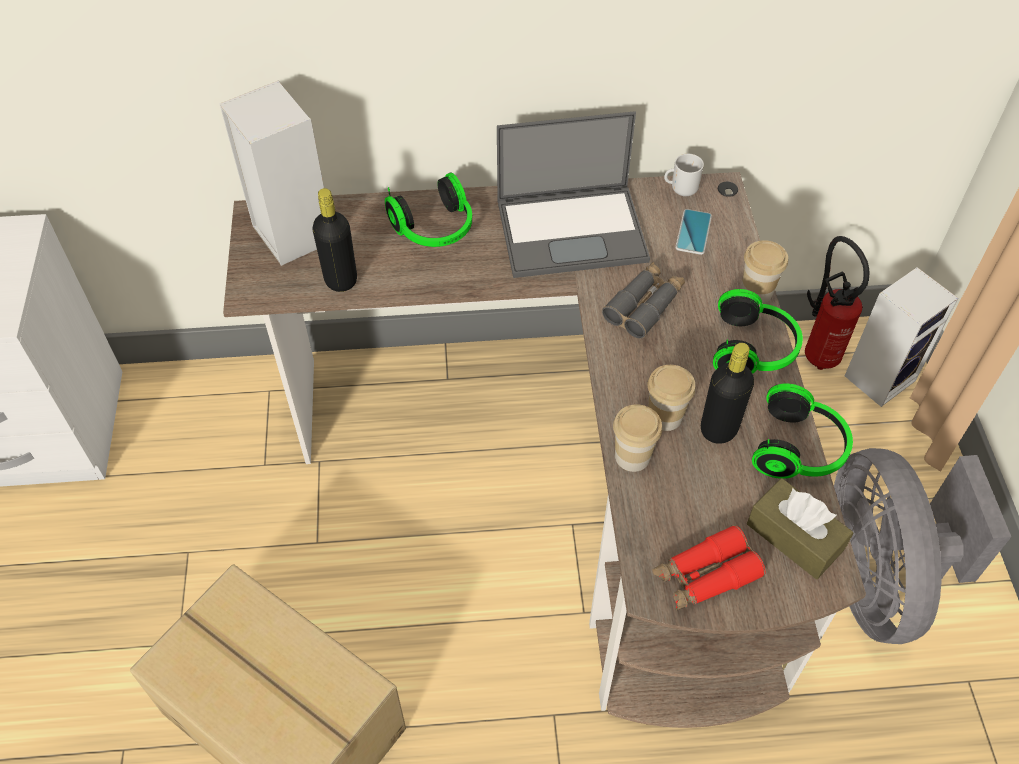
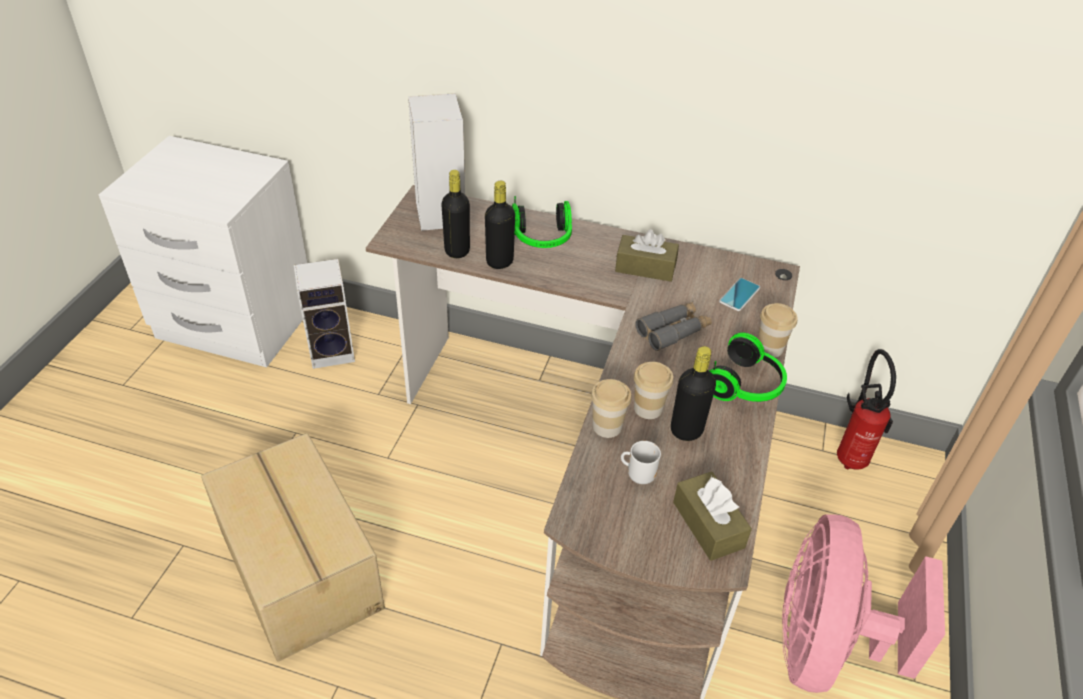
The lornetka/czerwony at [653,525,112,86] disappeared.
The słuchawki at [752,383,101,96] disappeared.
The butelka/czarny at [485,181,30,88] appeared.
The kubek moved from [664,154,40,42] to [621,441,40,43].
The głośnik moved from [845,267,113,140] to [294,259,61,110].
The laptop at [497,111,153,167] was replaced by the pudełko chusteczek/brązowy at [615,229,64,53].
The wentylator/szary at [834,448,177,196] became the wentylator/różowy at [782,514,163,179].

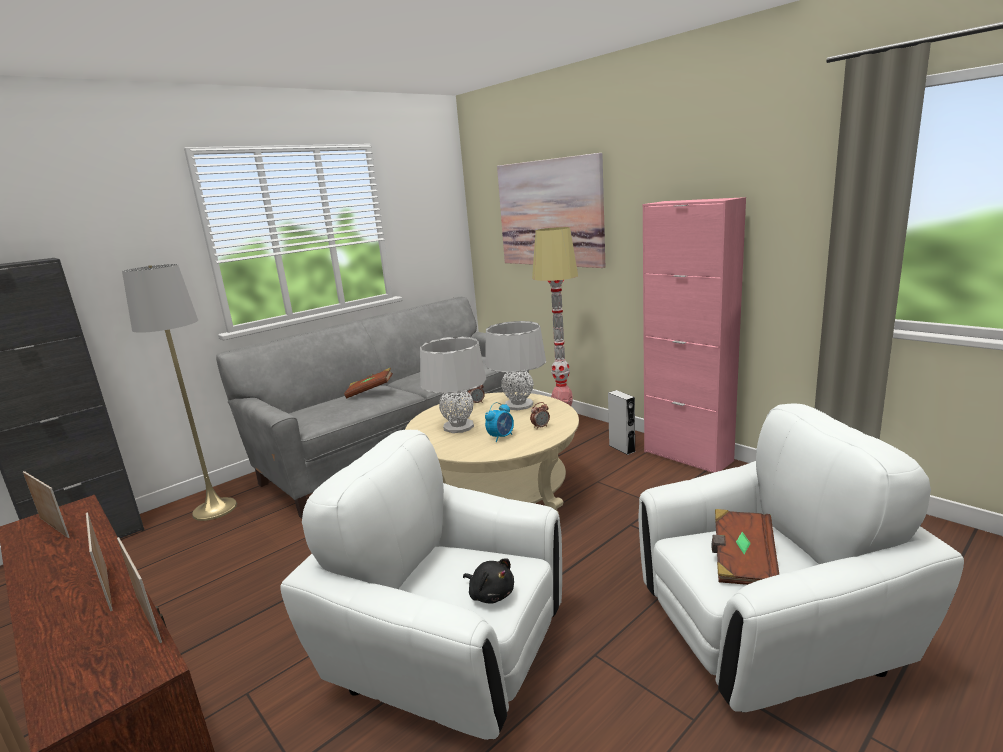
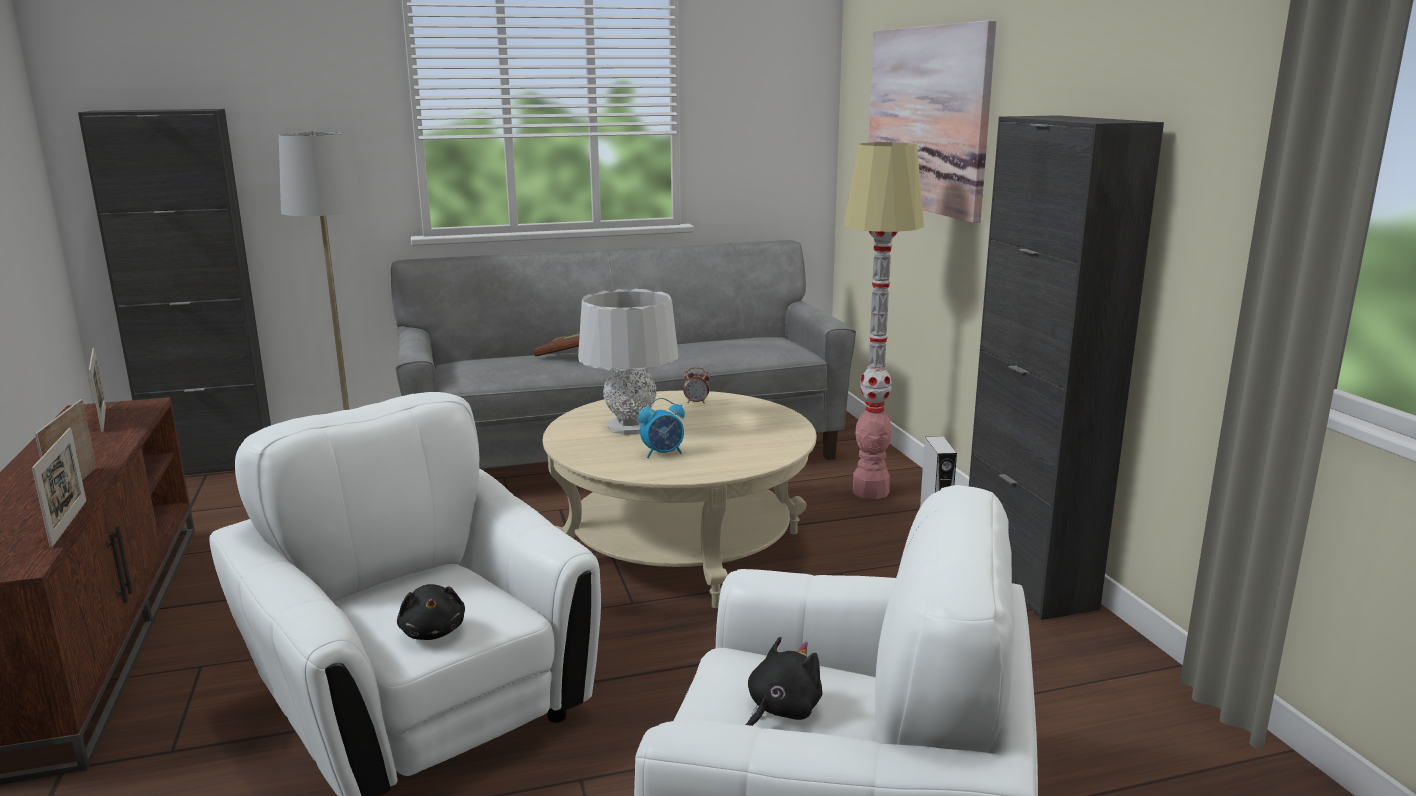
The lampa stołowa/szary at [485,321,61,90] disappeared.
The budzik at [530,402,20,27] disappeared.
The książka/brązowy at [711,509,68,76] was replaced by the pluszak/czarny at [746,637,77,89].
The szafka/różowy at [643,197,103,276] became the szafka/czarny at [969,115,195,505].

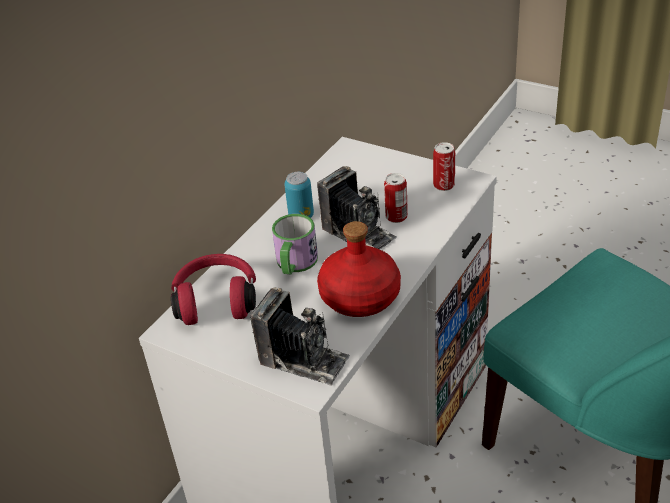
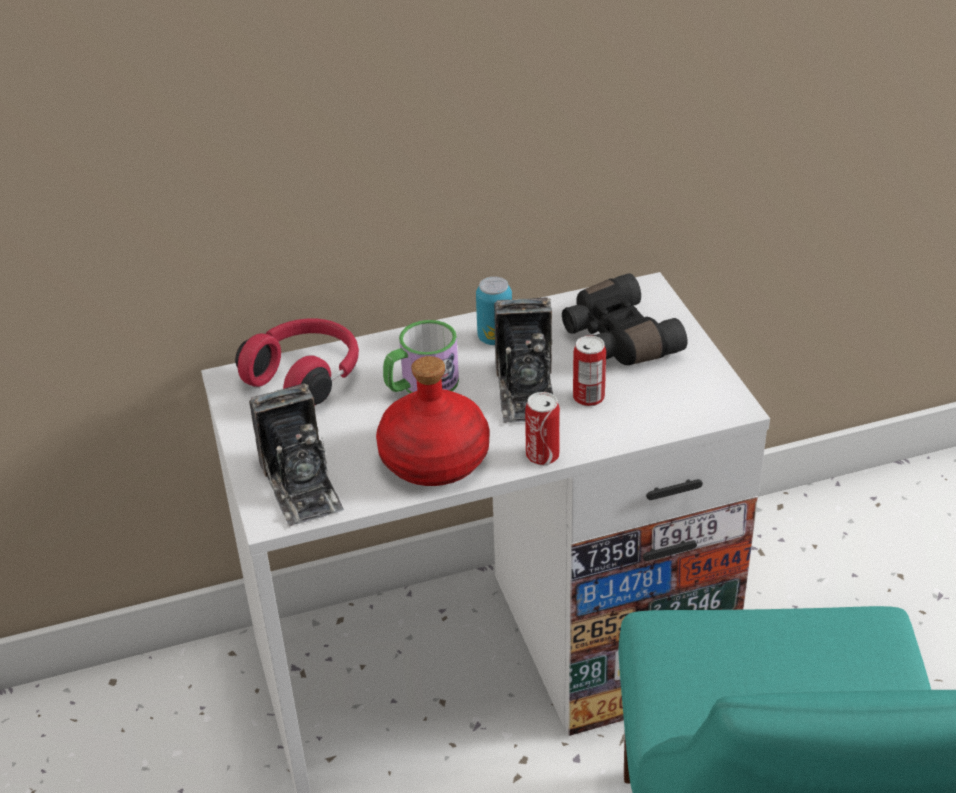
The lornetka/czarny at [562,273,125,92] appeared.
The puszka moved from [433,142,22,49] to [525,392,35,74].

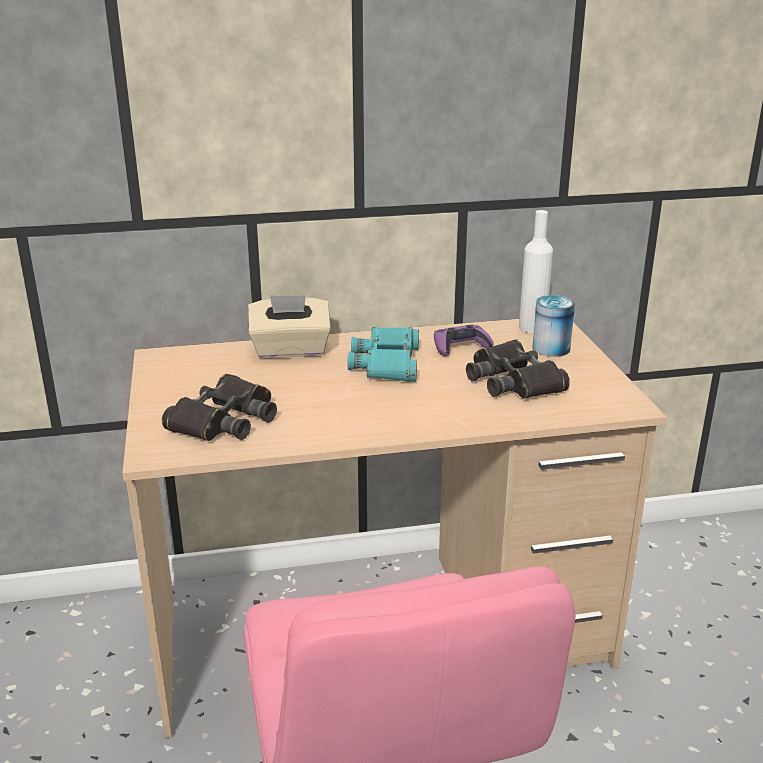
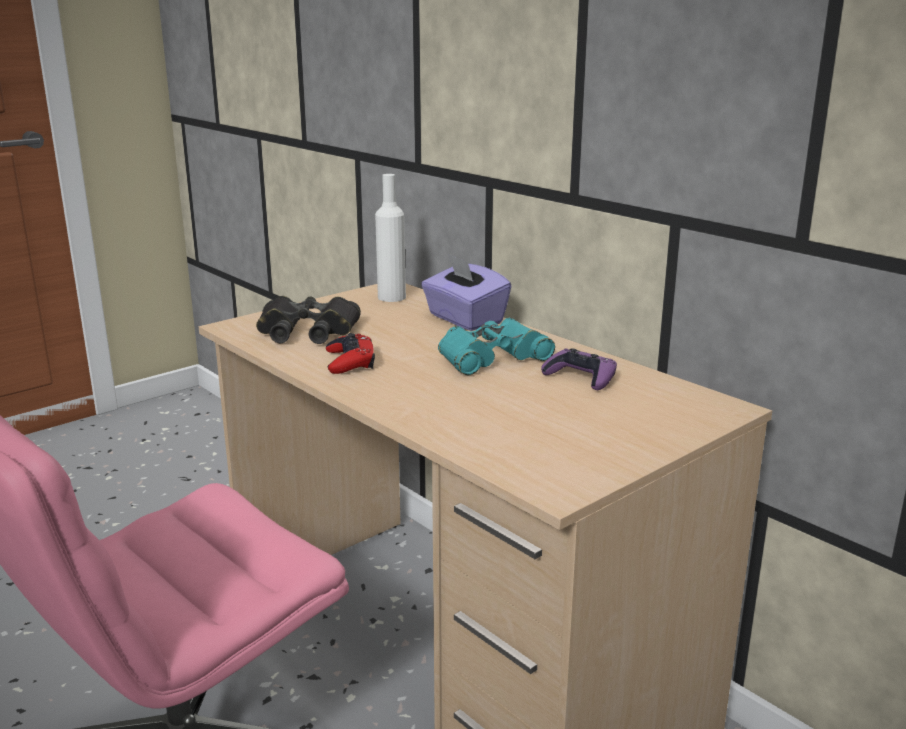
The lornetka/czarny at [466,339,104,60] disappeared.
The puszka at [532,295,43,62] disappeared.
The pad do gier/czerwony at [326,333,49,41] appeared.
The butelka/biały moved from [519,210,34,123] to [375,174,31,128].
The pudełko chusteczek/beżowy at [248,295,83,63] became the pudełko chusteczek/fioletowy at [421,254,90,77].

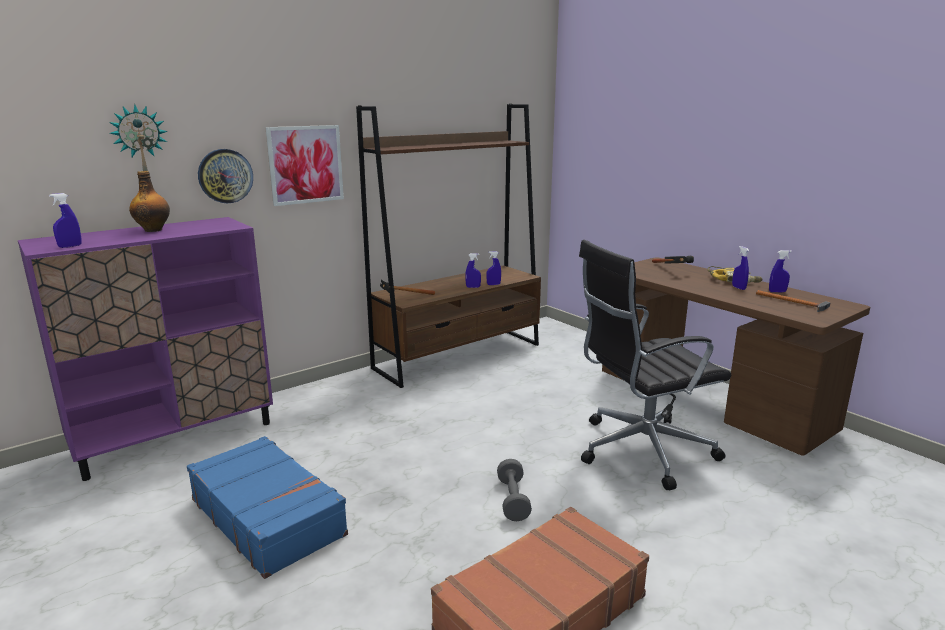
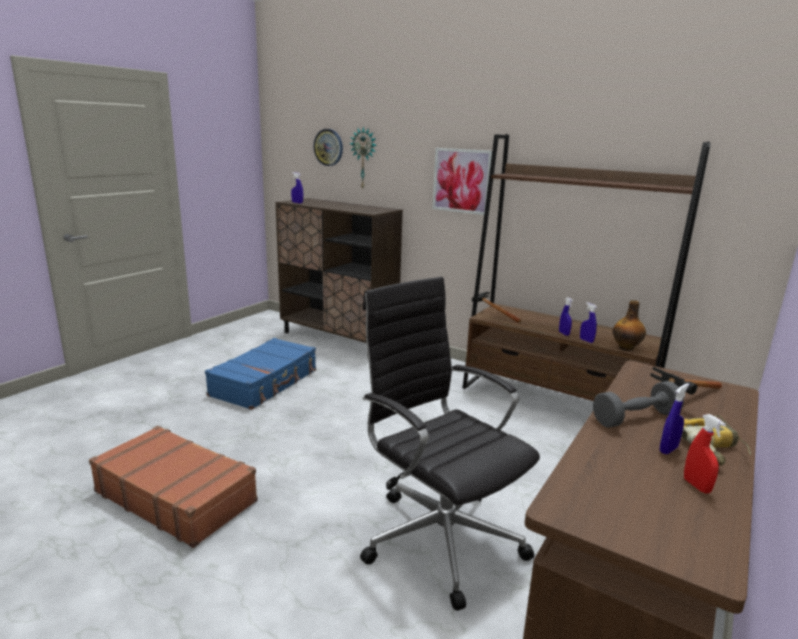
The młotek at [756,290,74,22] disappeared.
The butelka moved from [129,171,41,61] to [613,300,33,51].
The zegar ścienny moved from [198,149,55,54] to [314,129,29,37].
The hantel/szary moved from [497,459,35,62] to [593,381,91,47].
The szafka/fioletowy at [18,217,255,264] became the szafka/brązowy at [276,198,127,145].
The spryskiwacz/niebieski at [769,250,23,42] became the spryskiwacz/czerwony at [684,414,42,79].

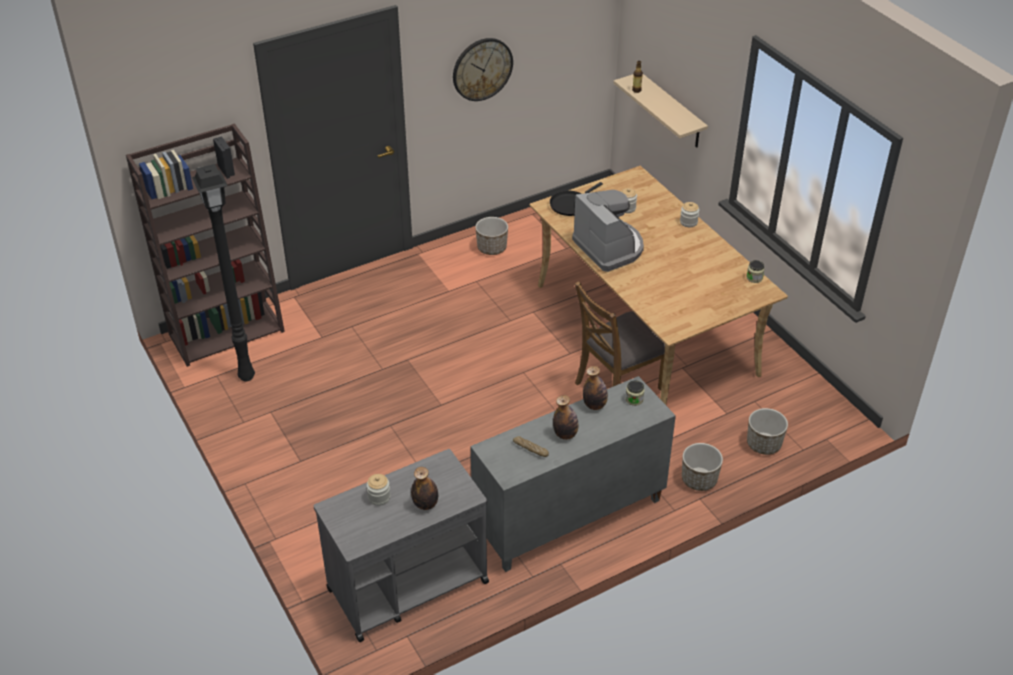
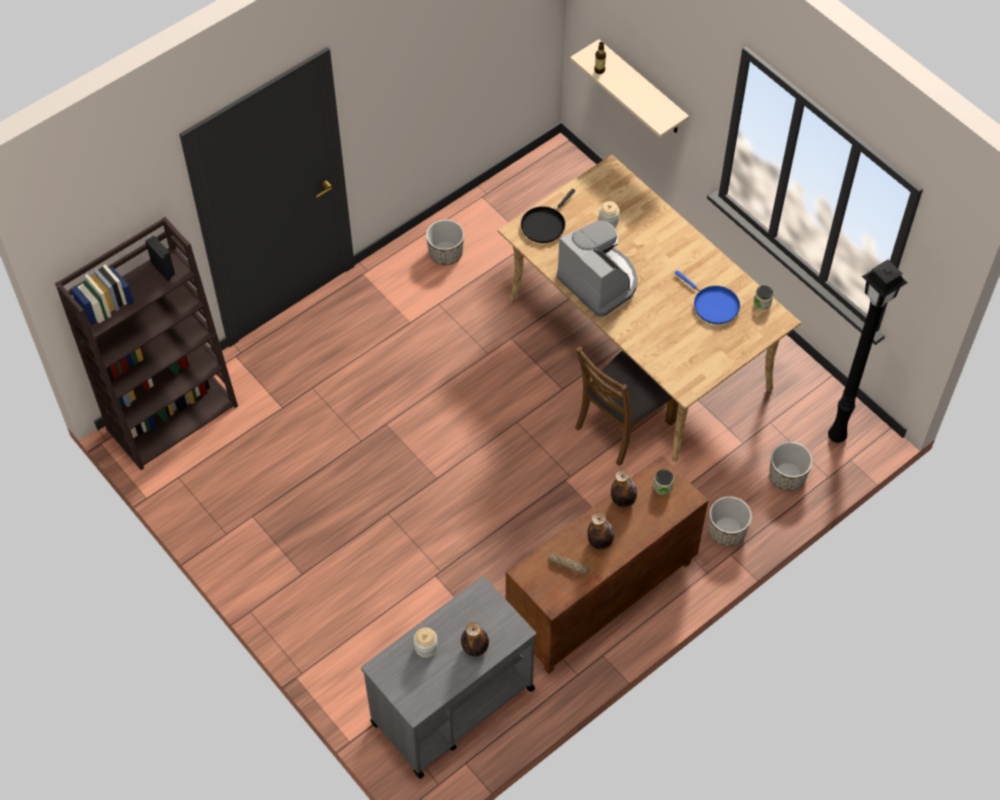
The zegar ścienny at [453,38,60,63] disappeared.
The słoik at [680,202,19,25] disappeared.
The patelnia/niebieski at [675,270,65,54] appeared.
The lampa stojąca/czarny moved from [192,164,63,217] to [828,259,79,184].
The szafka/szary at [470,376,206,196] became the szafka/brązowy at [506,455,202,219].

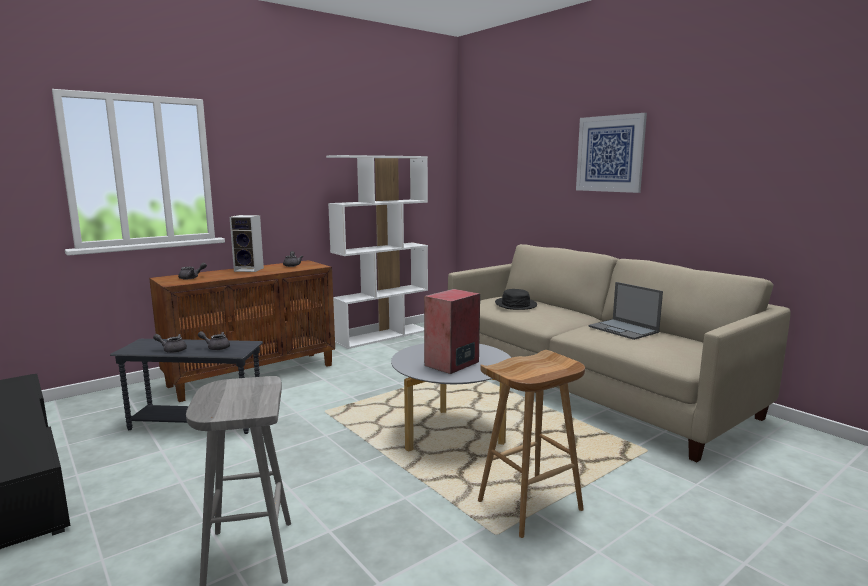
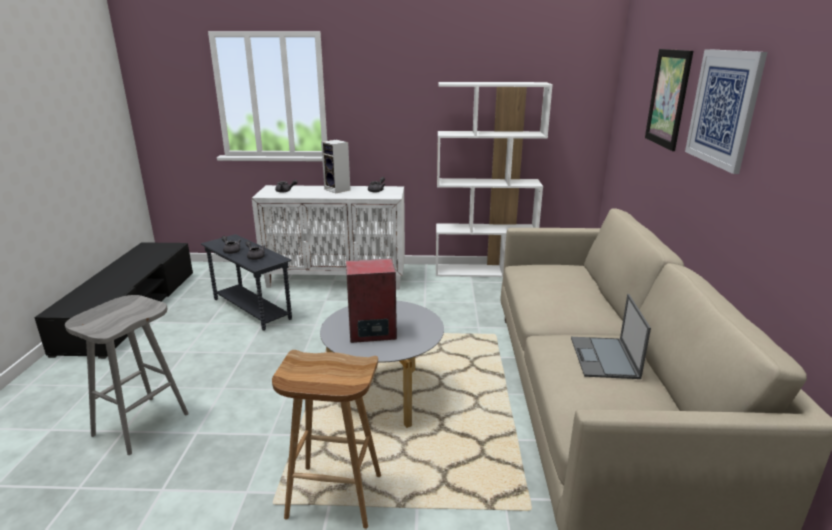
The kapelusz/czarny at [495,289,42,21] disappeared.
The obraz at [645,49,48,102] appeared.
The szafka/brązowy at [149,260,186,142] became the szafka/biały at [252,185,153,104].

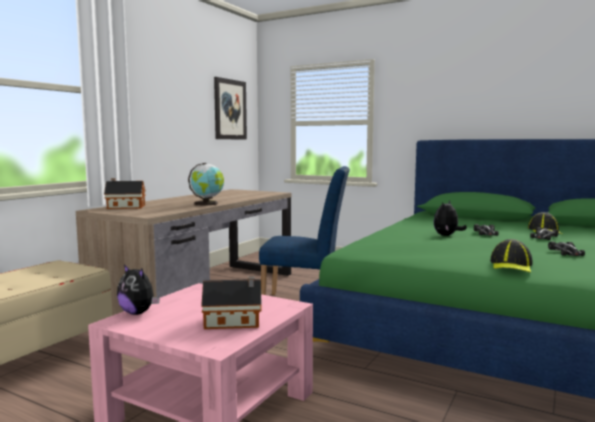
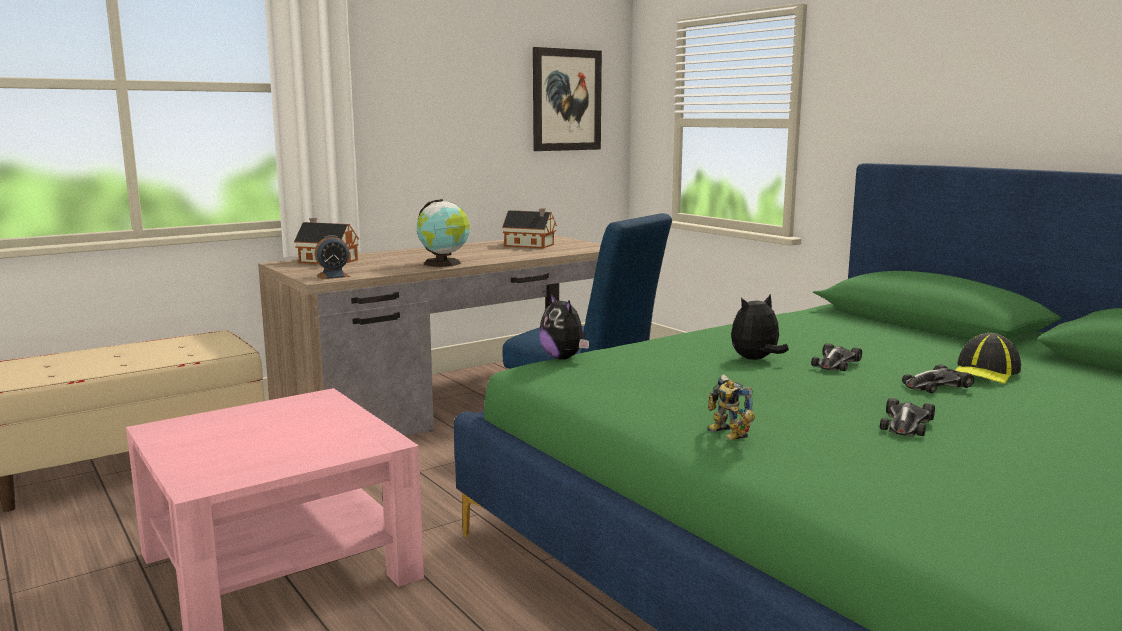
The budzik at [315,235,35,44] appeared.
The pluszak moved from [117,264,43,51] to [539,293,50,67].
The domek moved from [201,276,61,53] to [502,208,55,40].
The czapka z daszkiem at [490,239,43,34] was replaced by the robot zabawkowy at [707,374,48,66].

